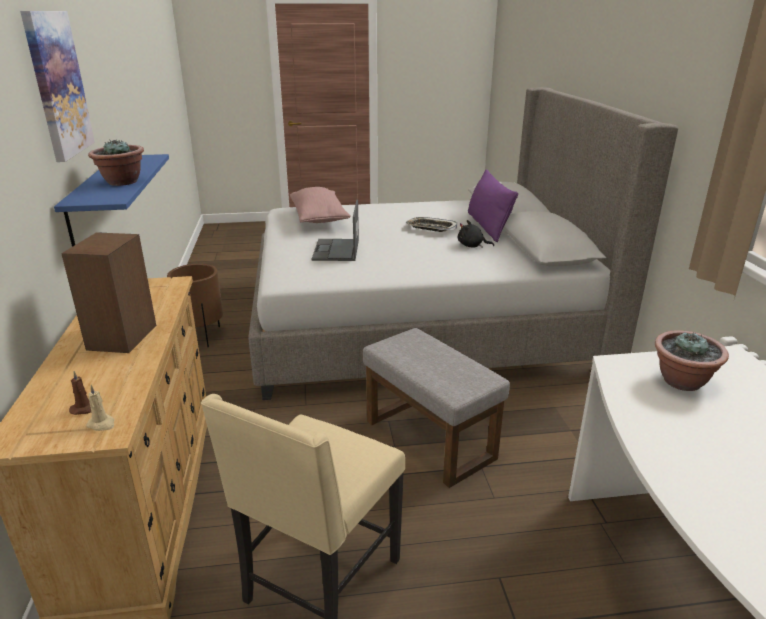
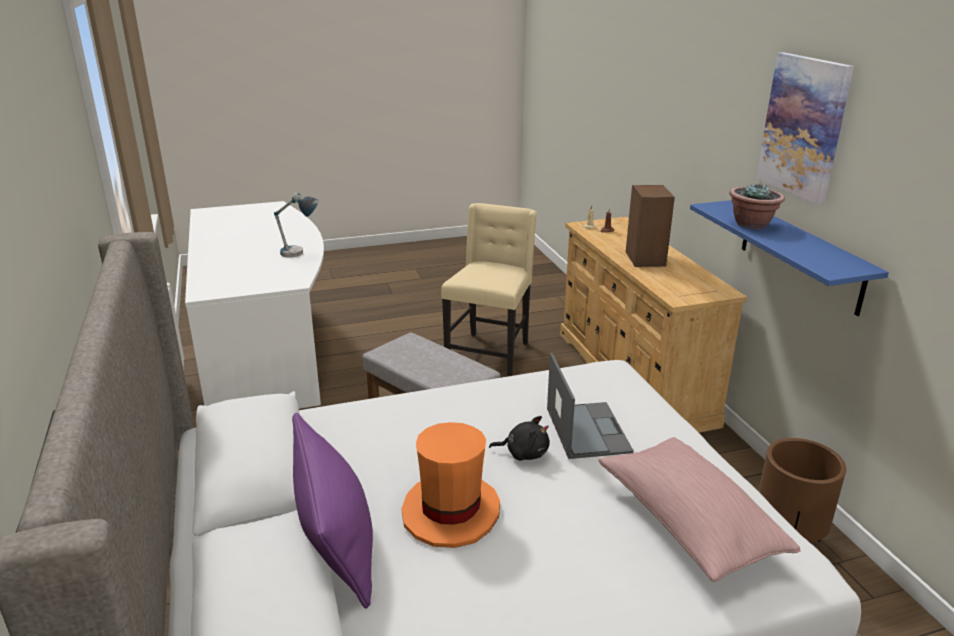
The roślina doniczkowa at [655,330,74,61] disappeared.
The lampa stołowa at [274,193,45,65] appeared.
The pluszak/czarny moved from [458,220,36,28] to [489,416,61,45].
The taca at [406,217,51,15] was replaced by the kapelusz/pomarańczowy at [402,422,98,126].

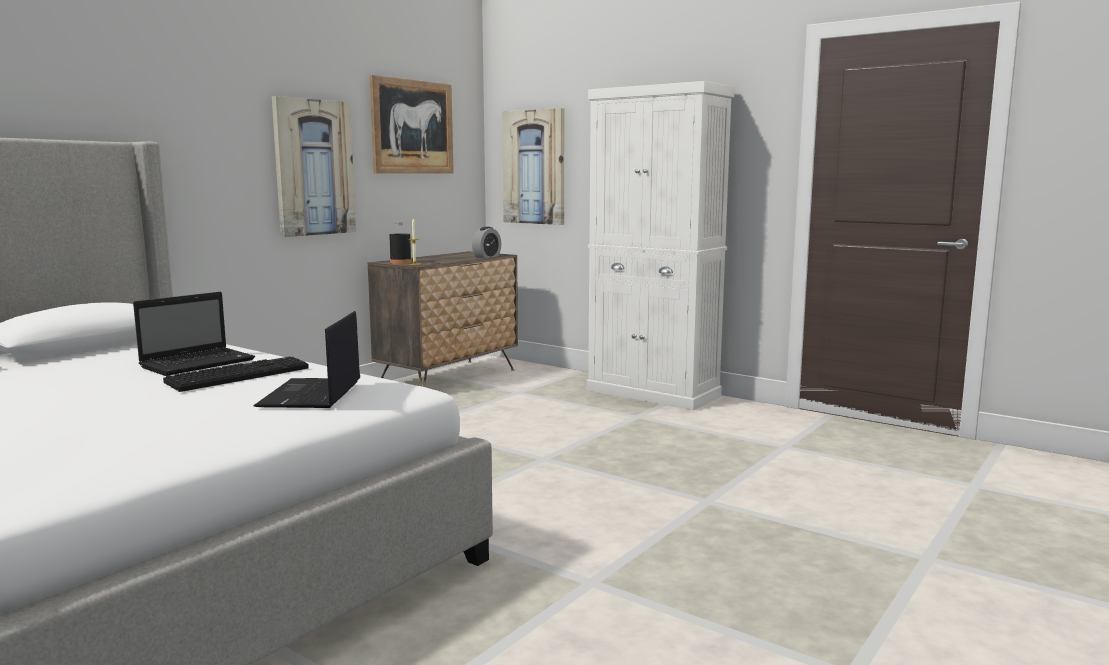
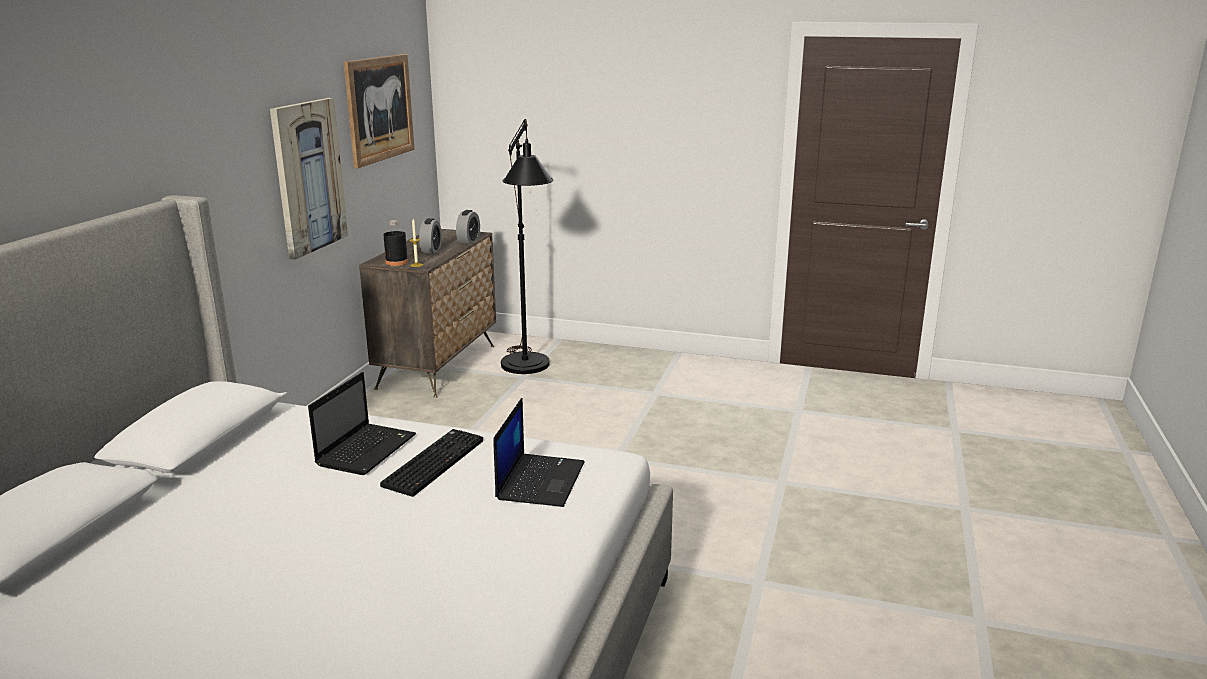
The obraz at [502,108,62,117] disappeared.
The szafka/biały at [586,81,149,330] disappeared.
The budzik at [419,218,23,36] appeared.
The lampa stojąca/czarny at [501,119,52,255] appeared.
The laptop at [254,311,106,97] turned 150 degrees counterclockwise.

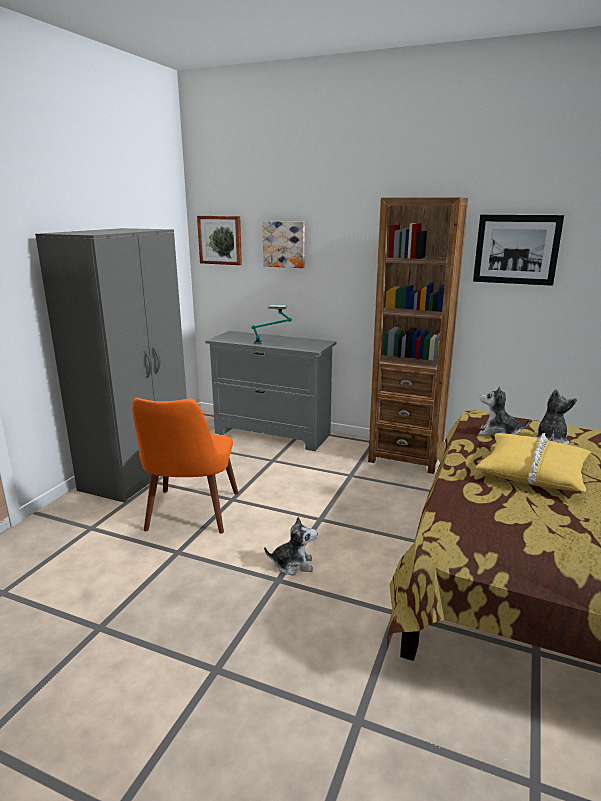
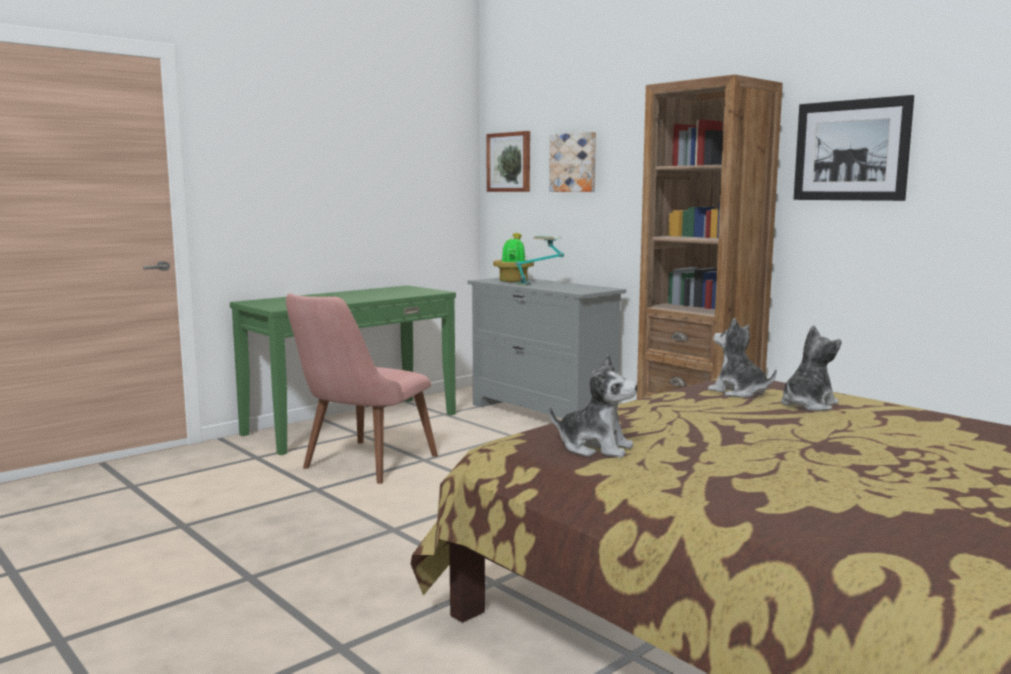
The poduszka/żółty at [475,433,117,59] disappeared.
The roślina doniczkowa at [493,233,41,49] appeared.
The pluszak moved from [264,516,53,60] to [549,354,89,104].
The szafa/szary at [35,228,152,275] was replaced by the stolik konsolowy/zielony at [230,285,226,170].
The krzesło/pomarańczowy at [132,398,106,136] became the krzesło/różowy at [286,293,152,191].

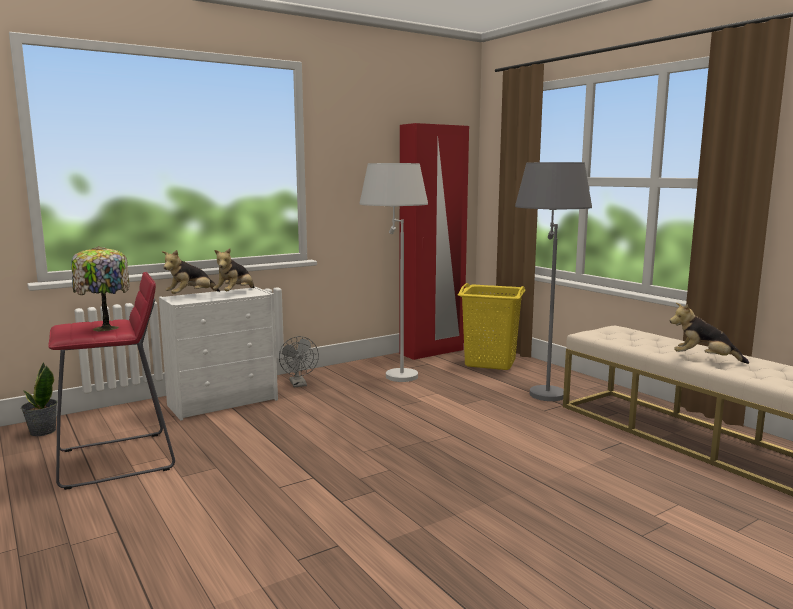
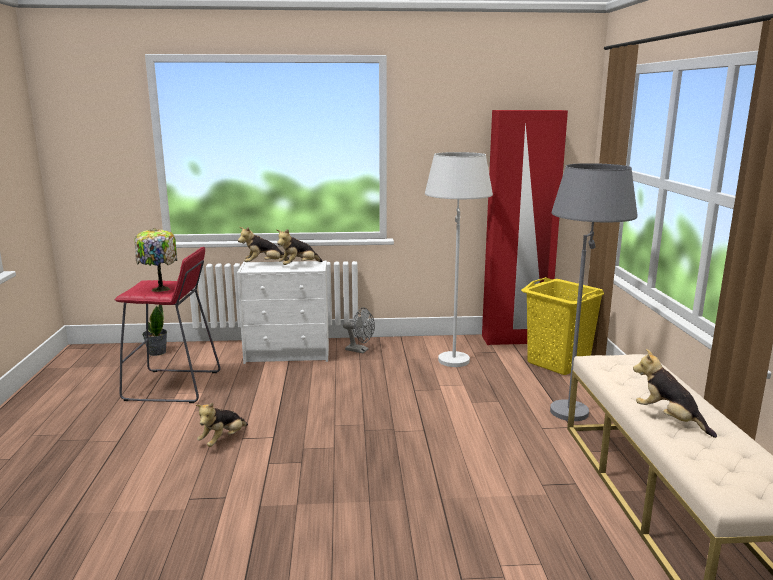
The pluszak at [196,403,52,44] appeared.
The wentylator/szary at [279,336,40,51] turned 75 degrees counterclockwise.

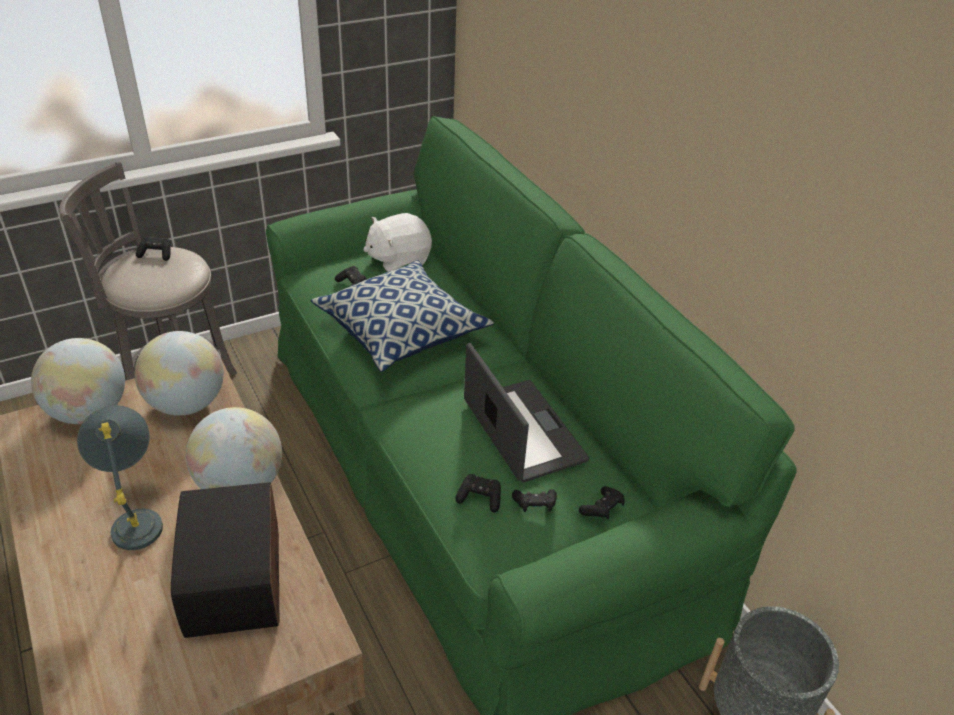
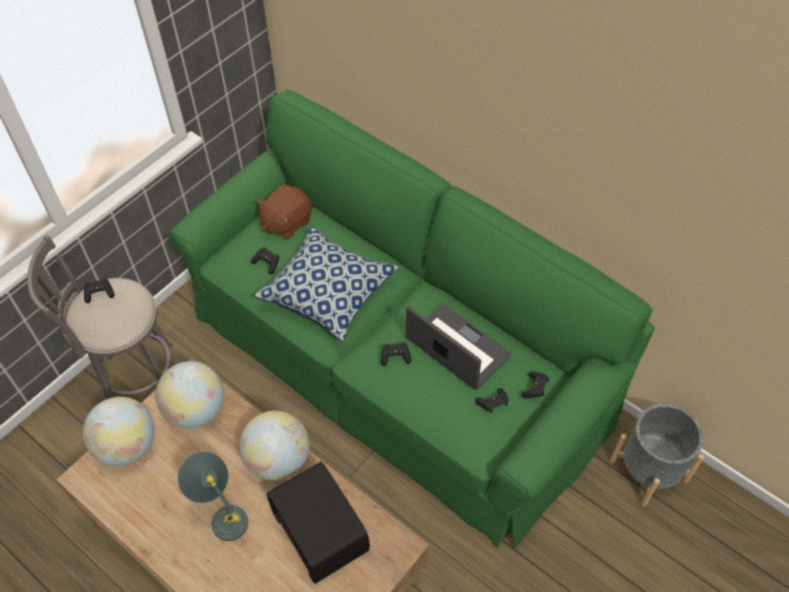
The pad do gier/czarny moved from [456,474,45,39] to [381,342,30,24].
The pluszak/biały at [363,213,69,59] became the pluszak/brązowy at [257,185,55,55].

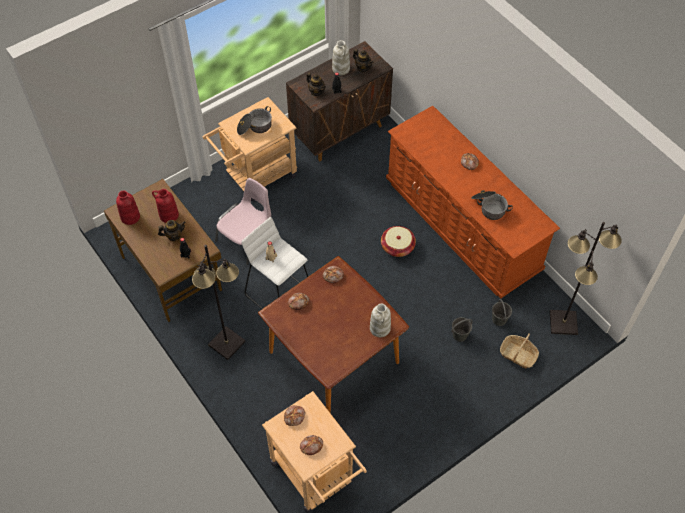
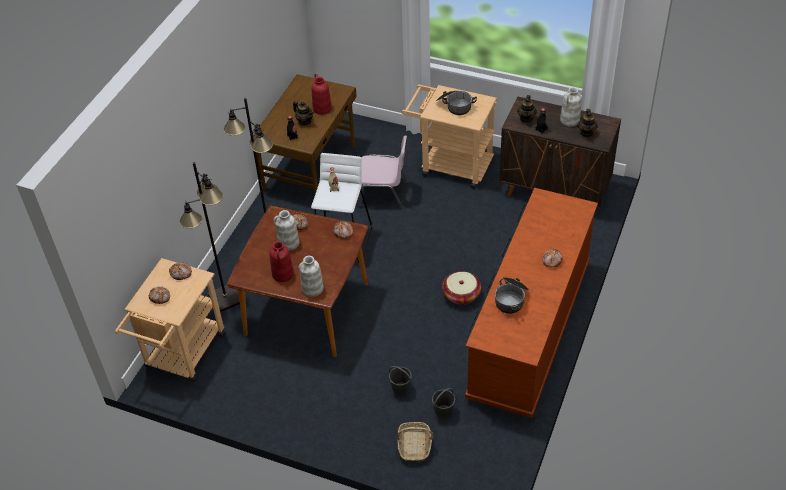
The wazon/biały at [273,210,26,41] appeared.
The wazon/czerwony moved from [116,191,24,34] to [270,241,24,41].
The lampa stojąca/czarny moved from [550,222,72,113] to [179,162,61,150].

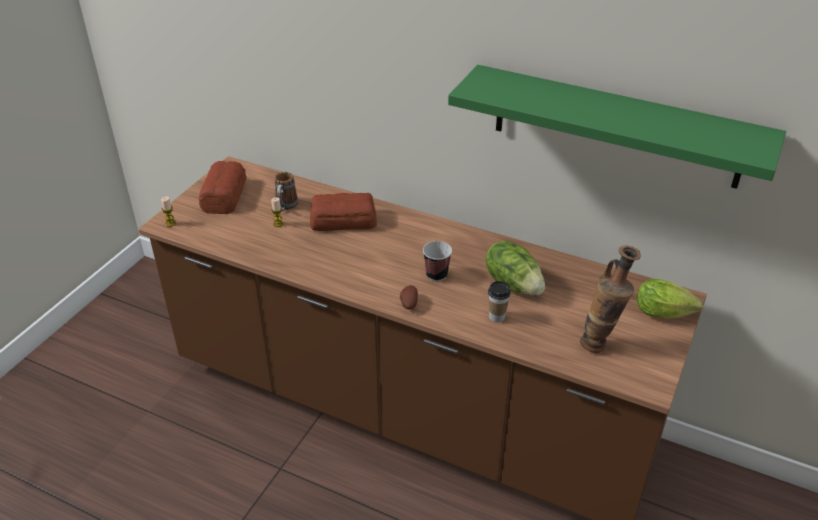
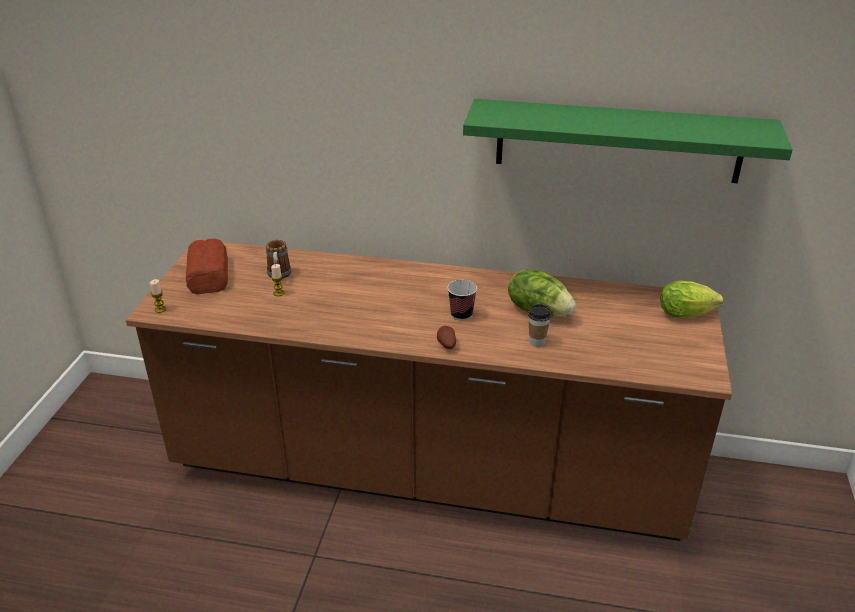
The chleb at [310,193,67,38] disappeared.
The wazon at [580,245,61,108] disappeared.

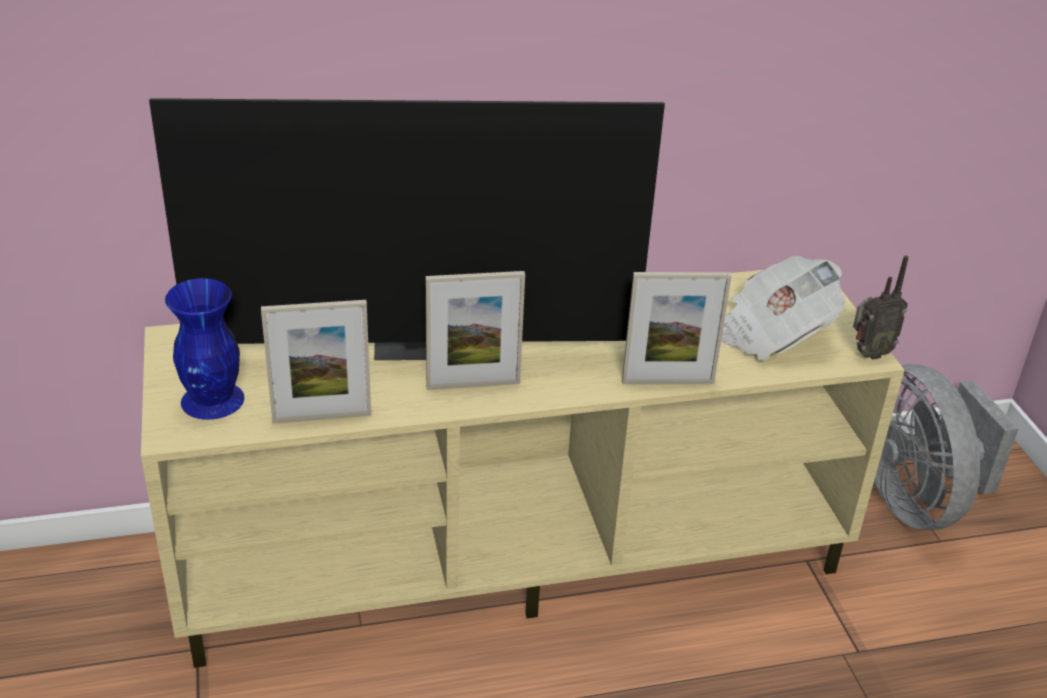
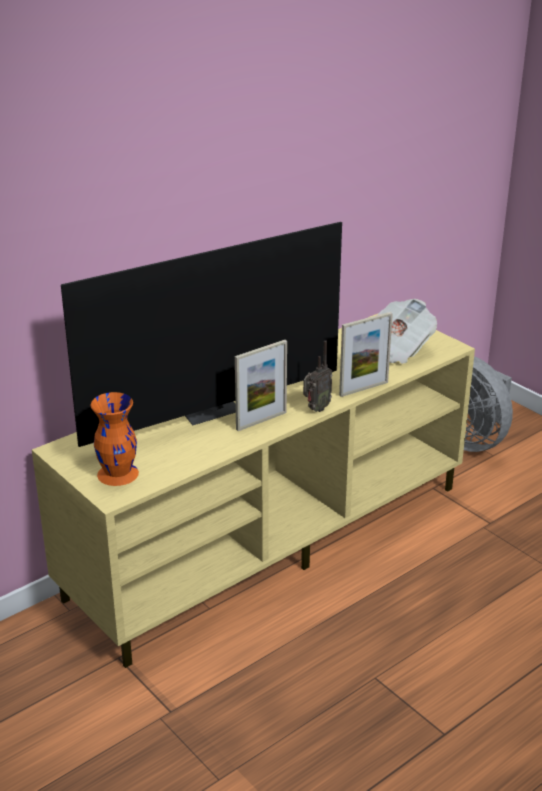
The ramka na zdjęcie at [261,300,110,124] disappeared.
The radio moved from [853,256,56,104] to [303,340,29,72].
The wazon/niebieski at [165,278,79,142] became the wazon/pomarańczowy at [91,392,48,94].

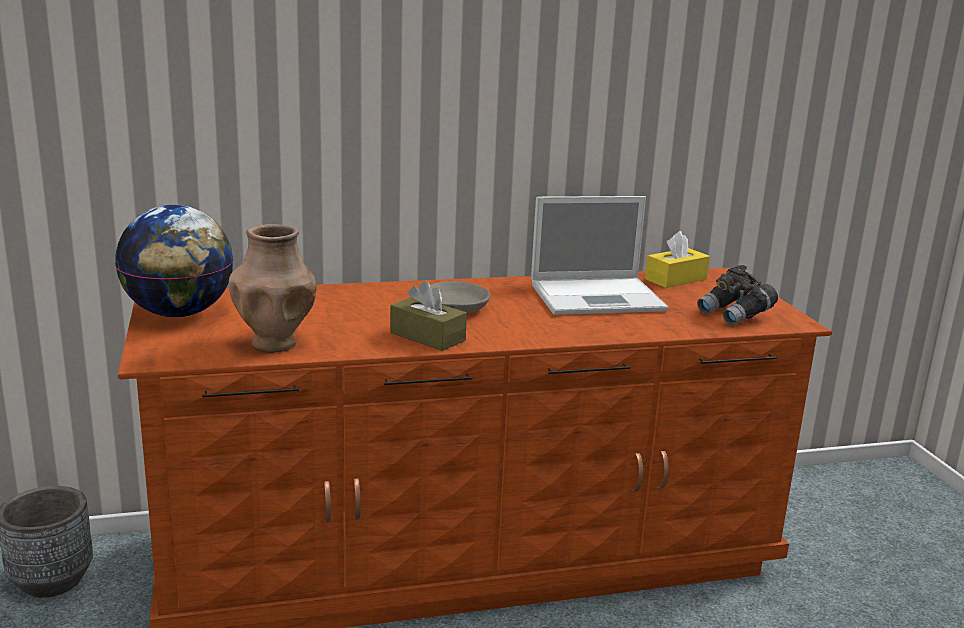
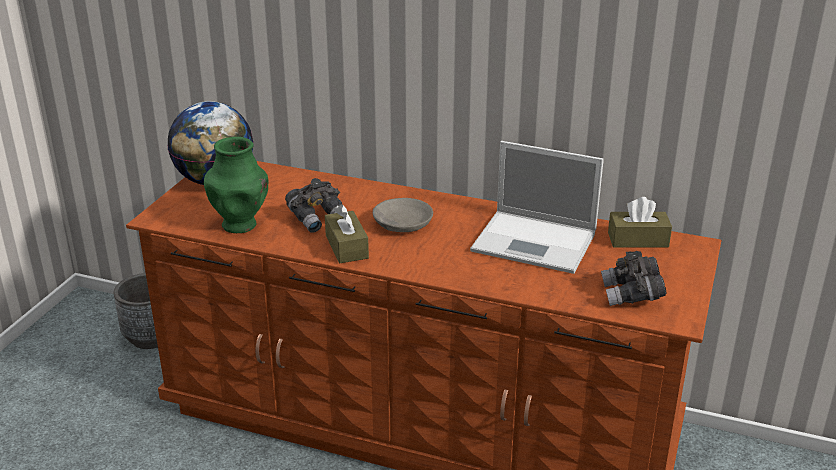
The lornetka/szary at [285,178,57,55] appeared.
The wazon/brązowy at [229,224,88,129] became the wazon/zielony at [204,137,64,96].
The pudełko chusteczek/żółty at [645,231,65,57] became the pudełko chusteczek/brązowy at [608,197,64,51].

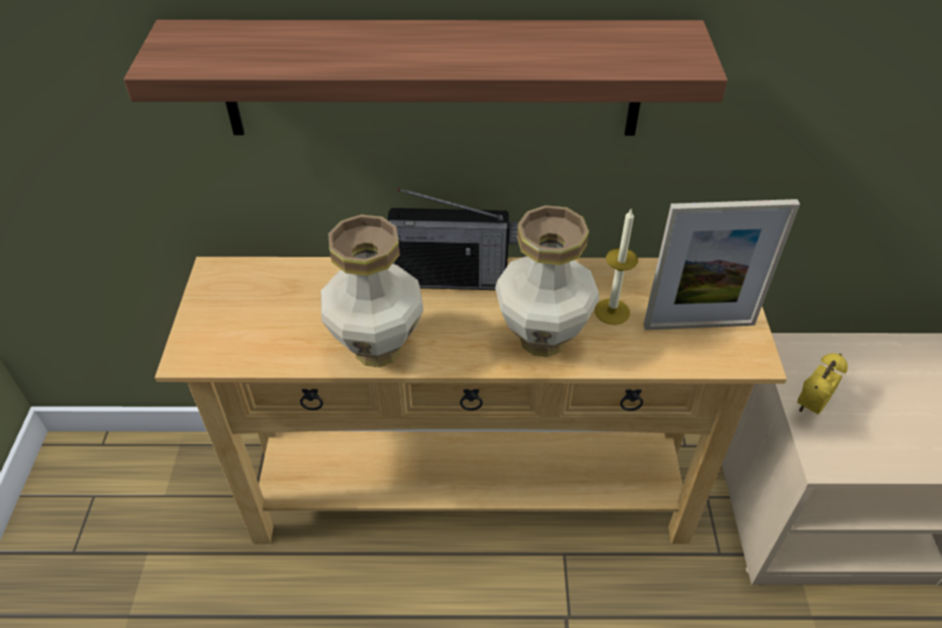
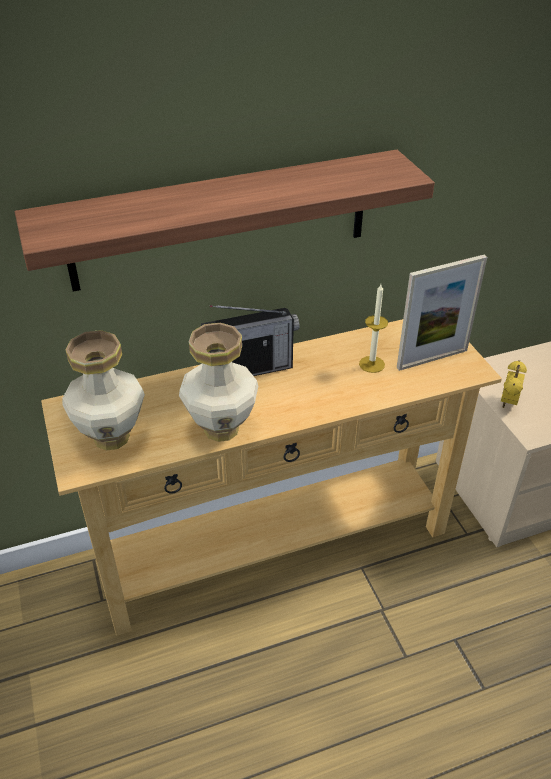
The wazon moved from [495,205,104,152] to [62,330,83,121].

